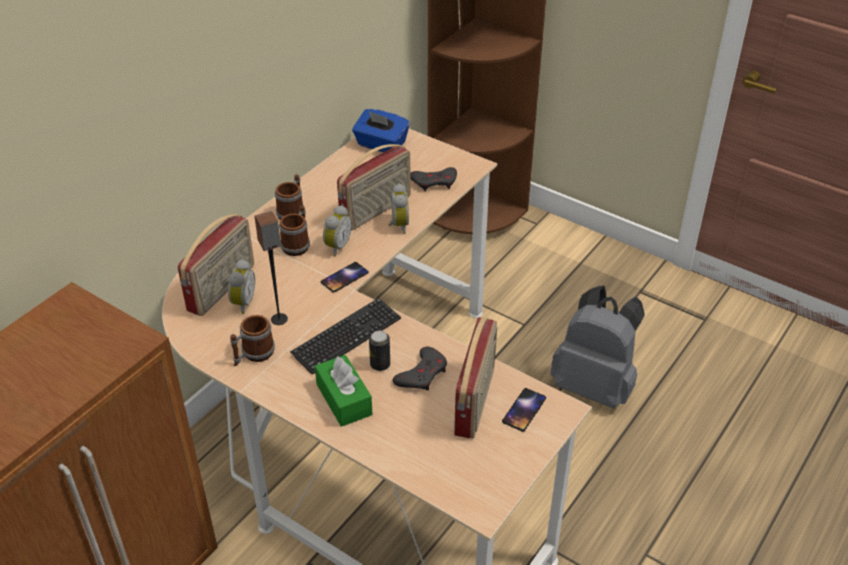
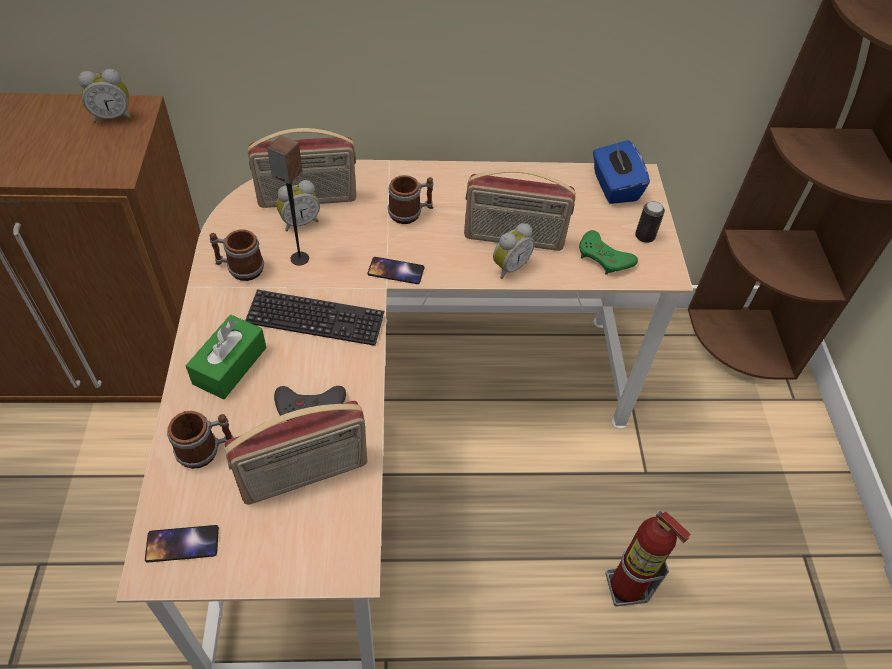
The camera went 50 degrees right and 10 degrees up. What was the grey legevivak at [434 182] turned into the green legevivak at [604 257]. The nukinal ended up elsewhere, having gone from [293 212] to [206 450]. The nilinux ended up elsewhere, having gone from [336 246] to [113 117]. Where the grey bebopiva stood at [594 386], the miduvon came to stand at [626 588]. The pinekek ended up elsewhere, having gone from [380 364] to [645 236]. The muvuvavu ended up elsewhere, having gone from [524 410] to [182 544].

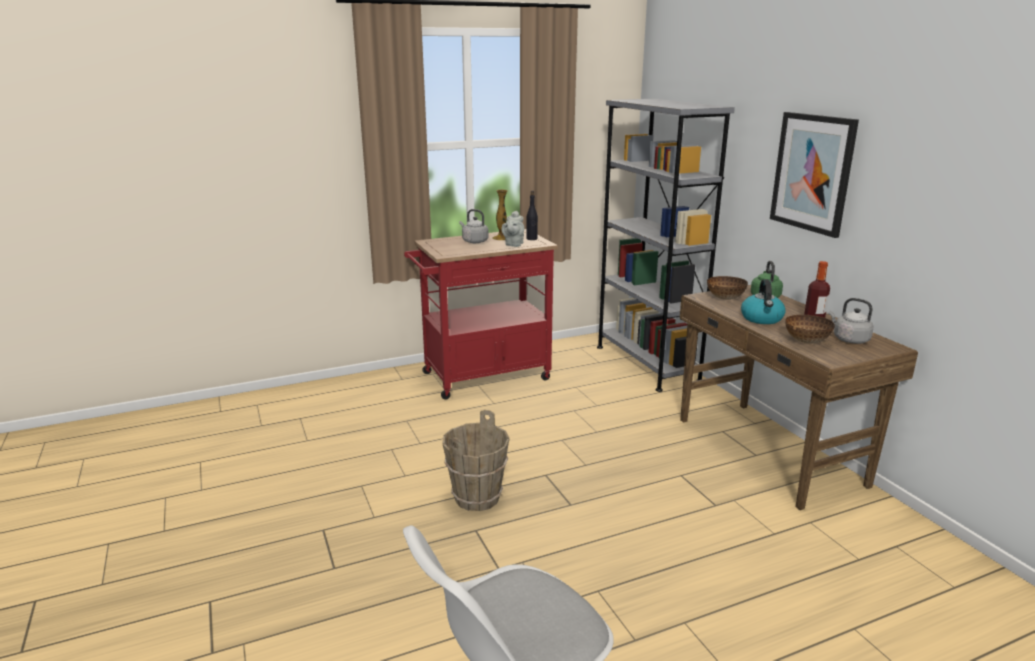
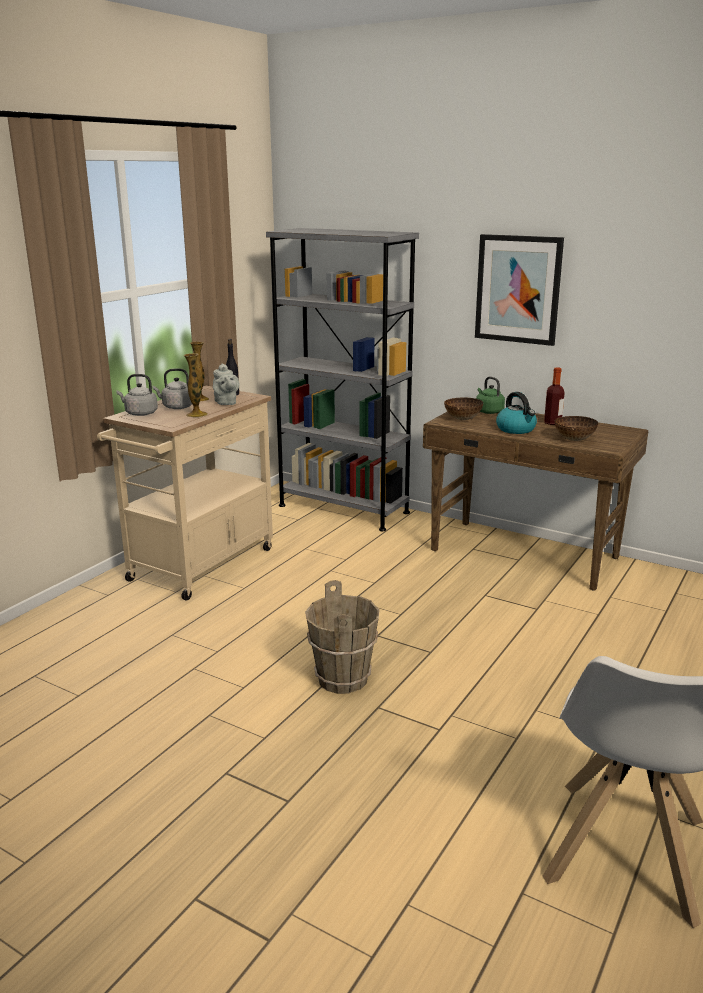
The camera went 35 degrees left and 0 degrees up. What was the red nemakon at [482 377] turned into the beige nemakon at [198 566]. The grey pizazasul ended up elsewhere, having gone from [849 339] to [139 413]. The second view gained the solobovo at [197 414].

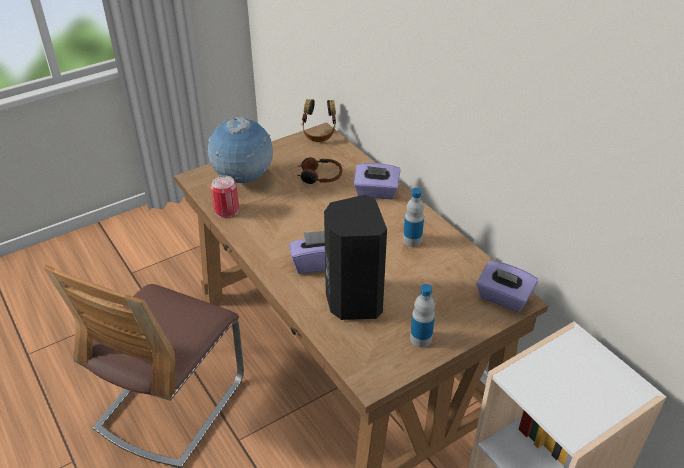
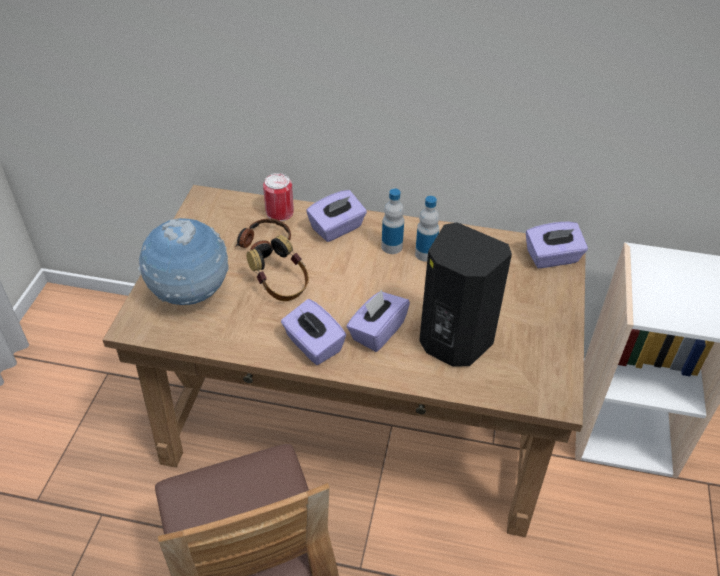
The camera went 45 degrees left and 5 degrees up. The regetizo ended up elsewhere, having gone from [319 133] to [282 286]. The pinekek ended up elsewhere, having gone from [226 210] to [279 212]. The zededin ended up elsewhere, having gone from [420 339] to [392 246]. The second view gained the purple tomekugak at [313 345].

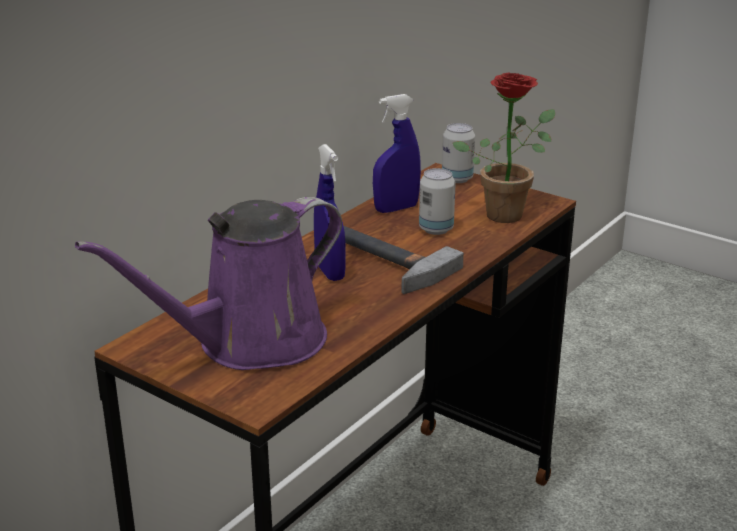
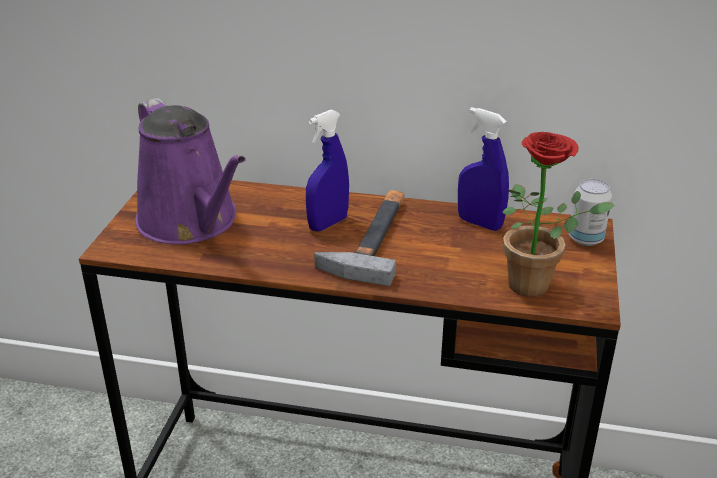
The camera went 65 degrees right and 5 degrees up. The second view lost the pinekek at [436 229]. The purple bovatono at [251 343] ended up facing another way, 150 degrees counterclockwise from before.

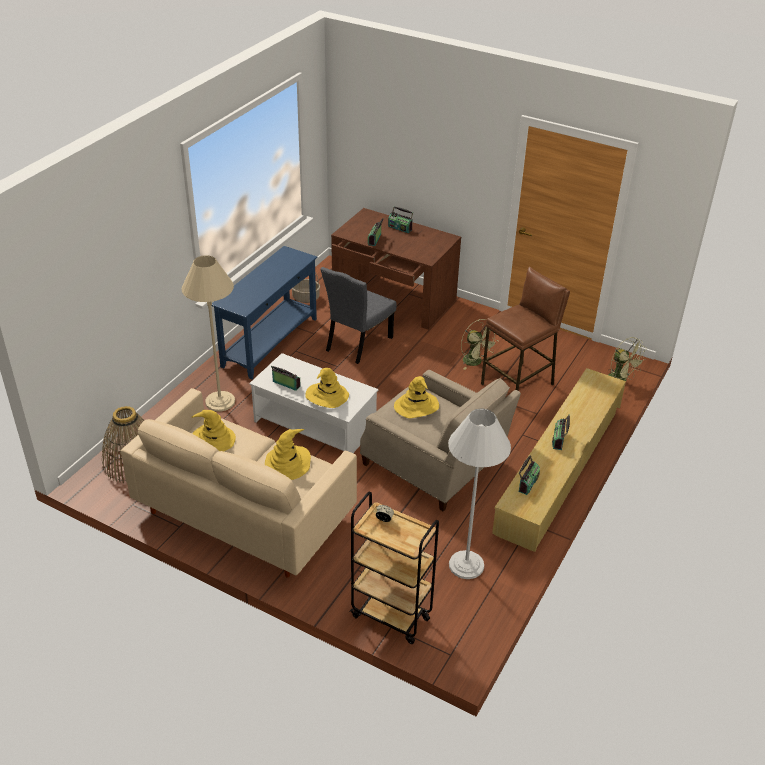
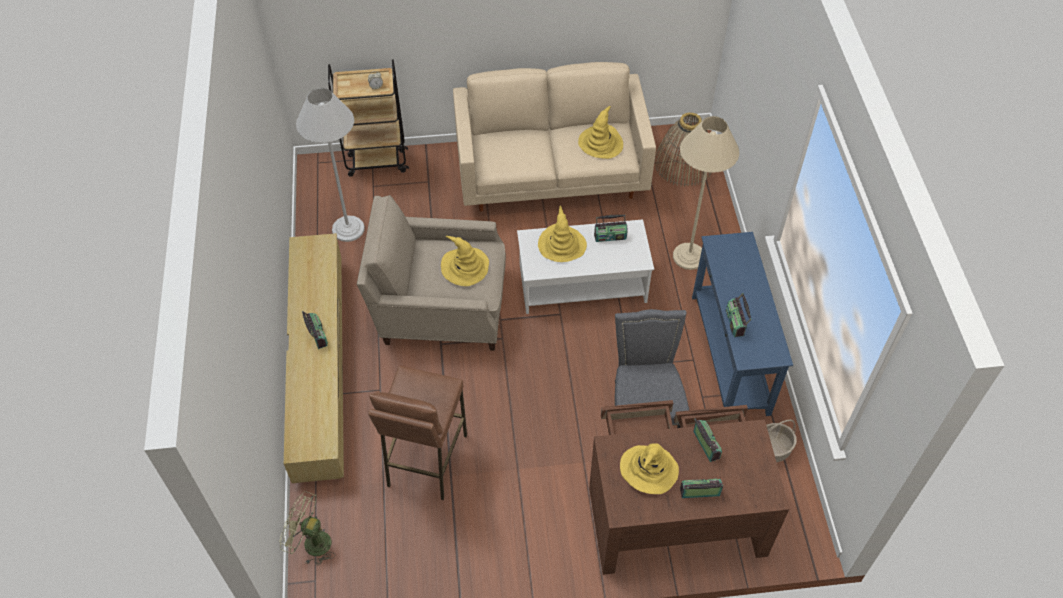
The camera went 145 degrees right and 15 degrees up. The second view lost the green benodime at [475 362]. The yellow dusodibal ended up elsewhere, having gone from [288 463] to [648 470]. The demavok ended up elsewhere, having gone from [527 483] to [736 322].

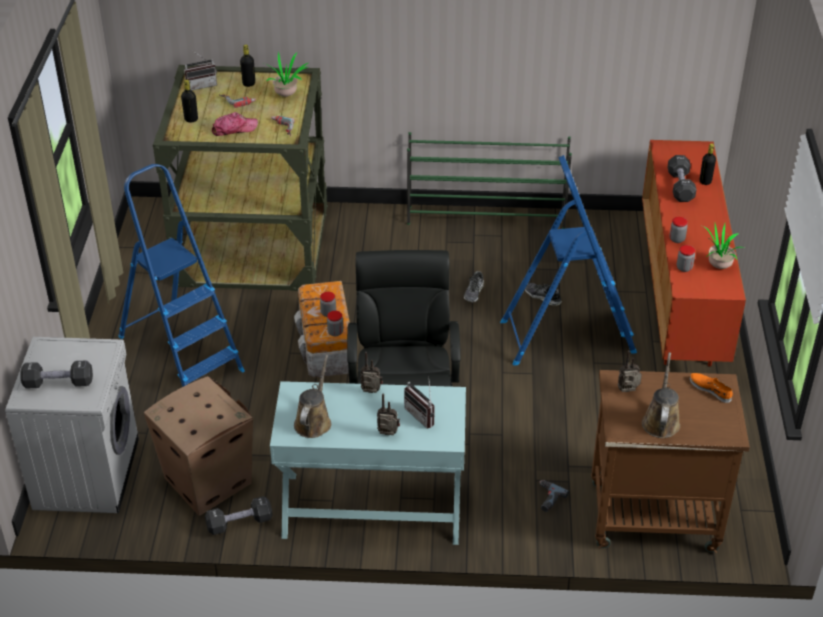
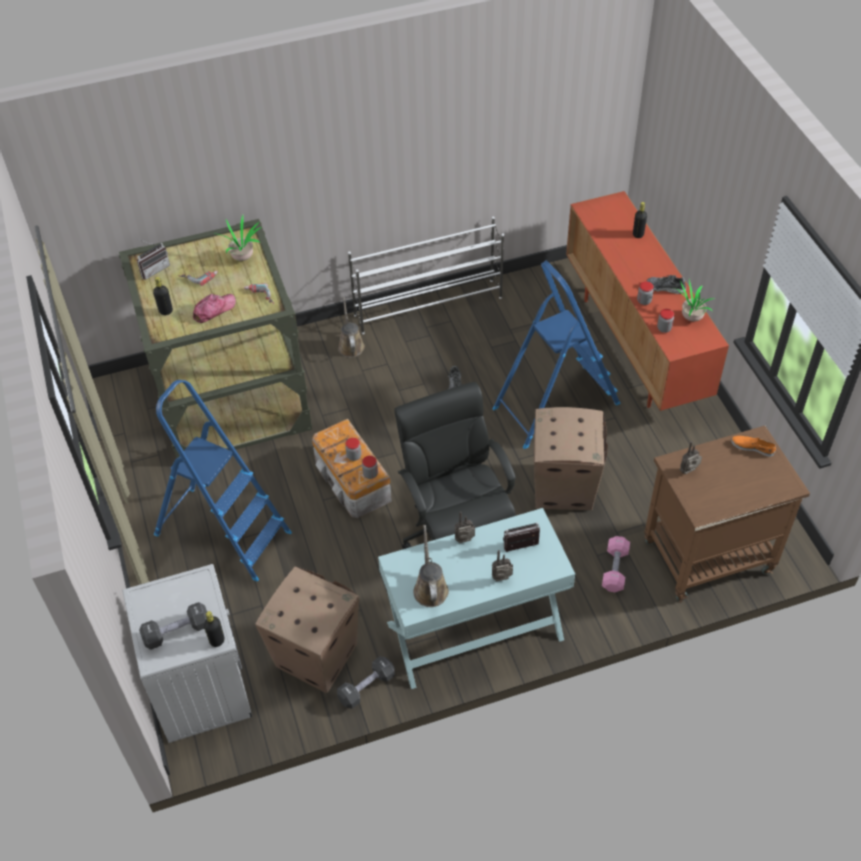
The camera went 20 degrees left and 10 degrees up. The black zededin ended up elsewhere, having gone from [249 83] to [217 640]. What was the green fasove at [486 218] turned into the white fasove at [429 306]. The second view lost the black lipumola at [680 187]. The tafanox ended up elsewhere, having gone from [542 297] to [665 288]. The brown bovatono ended up elsewhere, having gone from [661 421] to [350 345]. The demavok at [423 415] ended up facing another way, 135 degrees clockwise from before. Where the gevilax stood at [547 498], the pink lipumola came to stand at [615 569]. The second view gained the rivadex at [564 486].

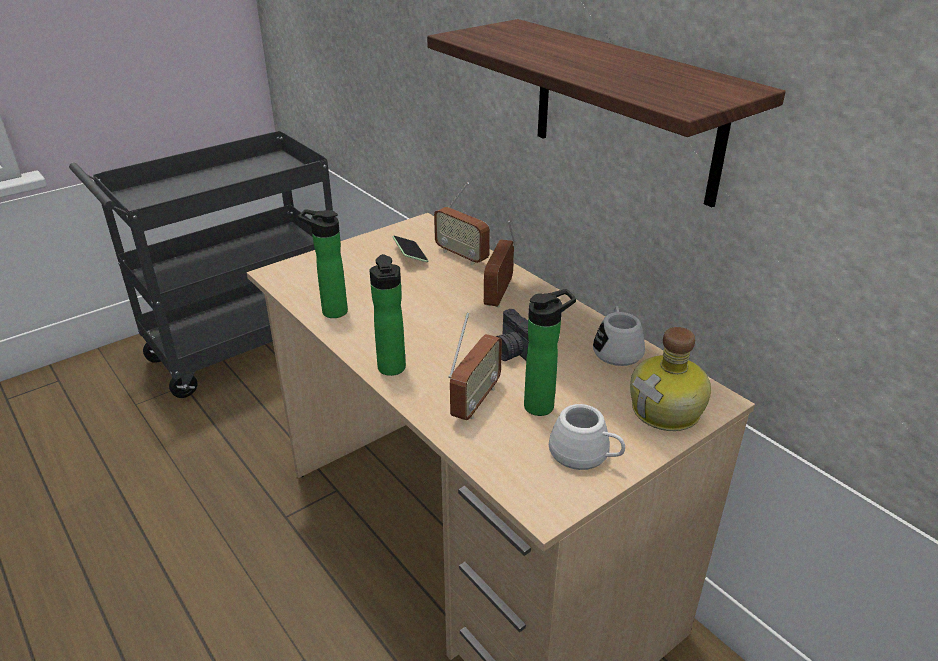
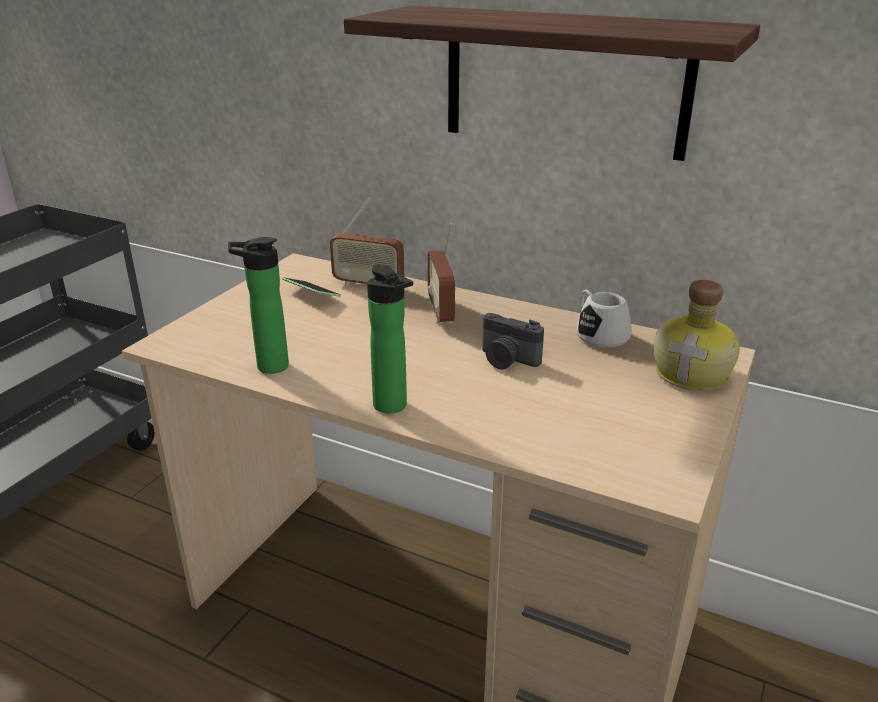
The camera went 25 degrees left and 5 degrees down. The second view lost the zededin at [543 405]. The second view lost the demavok at [475 401]. The second view lost the white nukinal at [586 455].

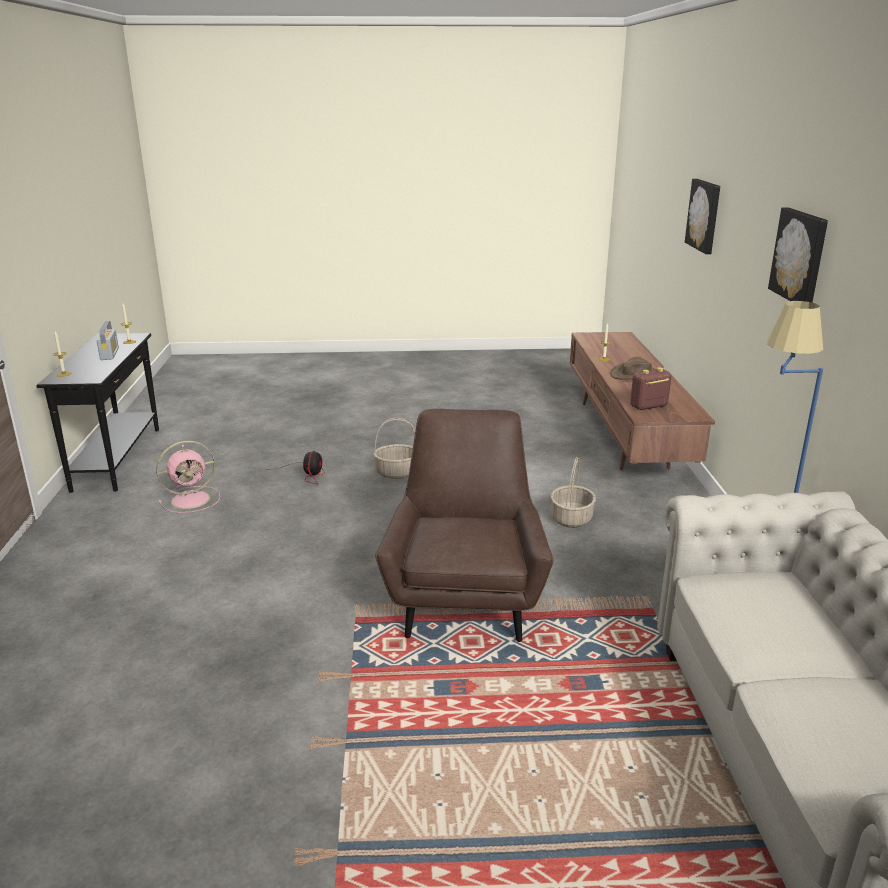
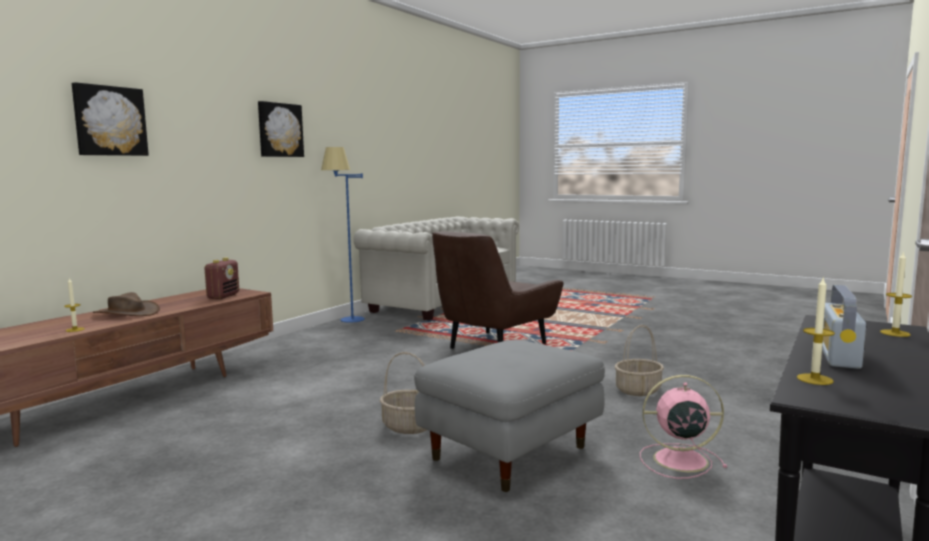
The camera went 145 degrees left and 15 degrees down. The demavok at [648 406] ended up facing another way, 90 degrees counterclockwise from before. Where the benodime stood at [307 474], the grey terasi came to stand at [511 453]. The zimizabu ended up elsewhere, having gone from [571 518] to [638 390].

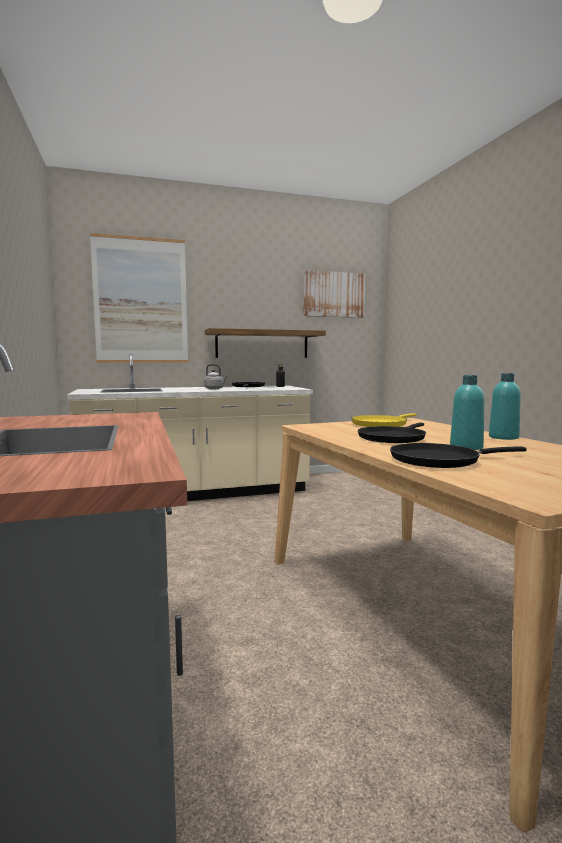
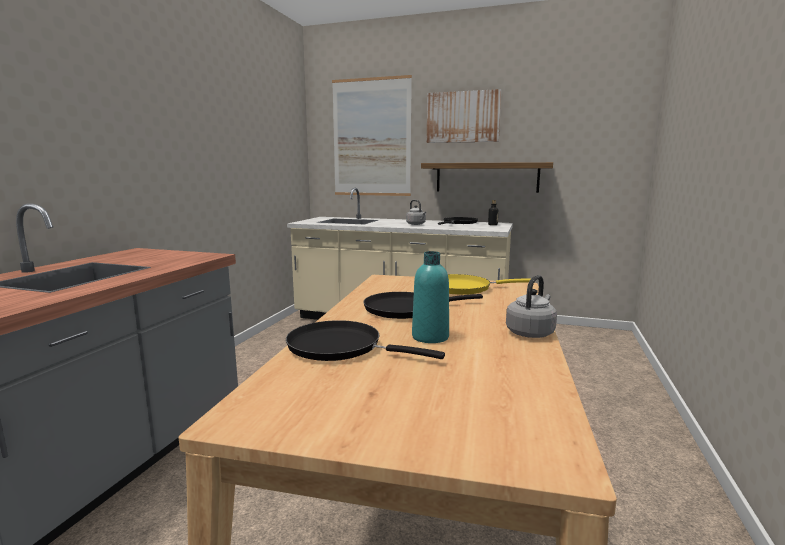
The camera went 35 degrees right and 5 degrees up. The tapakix ended up elsewhere, having gone from [334 294] to [463 117]. Where the turquoise zededin stood at [503 437], the grey pizazasul came to stand at [531 332].

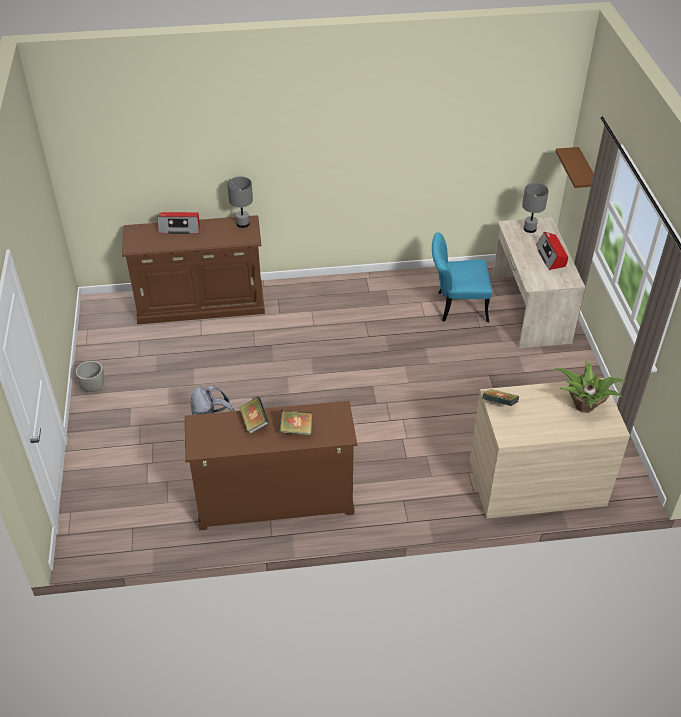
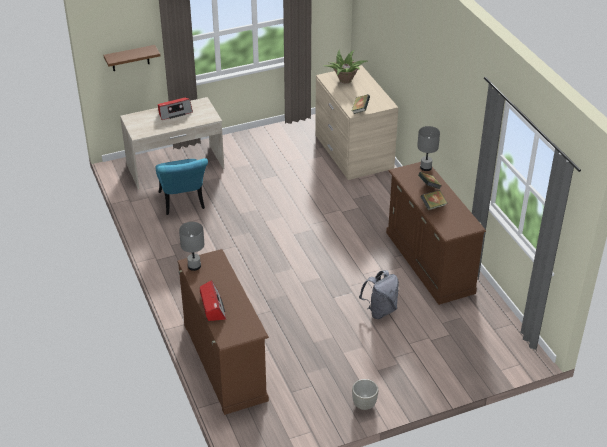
The camera went 105 degrees left and 5 degrees down. The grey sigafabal ended up elsewhere, having gone from [529 229] to [426 167].

